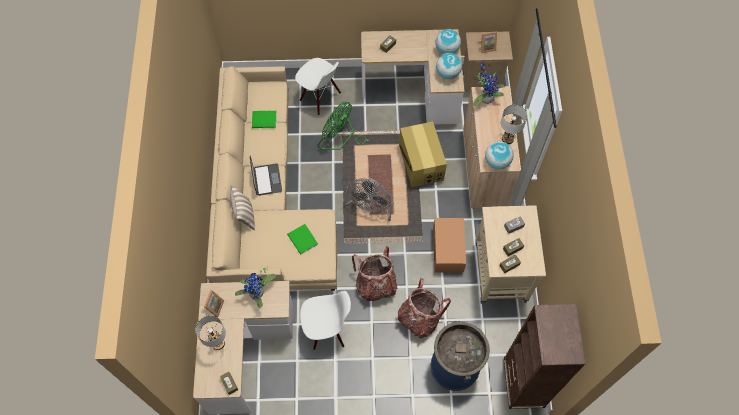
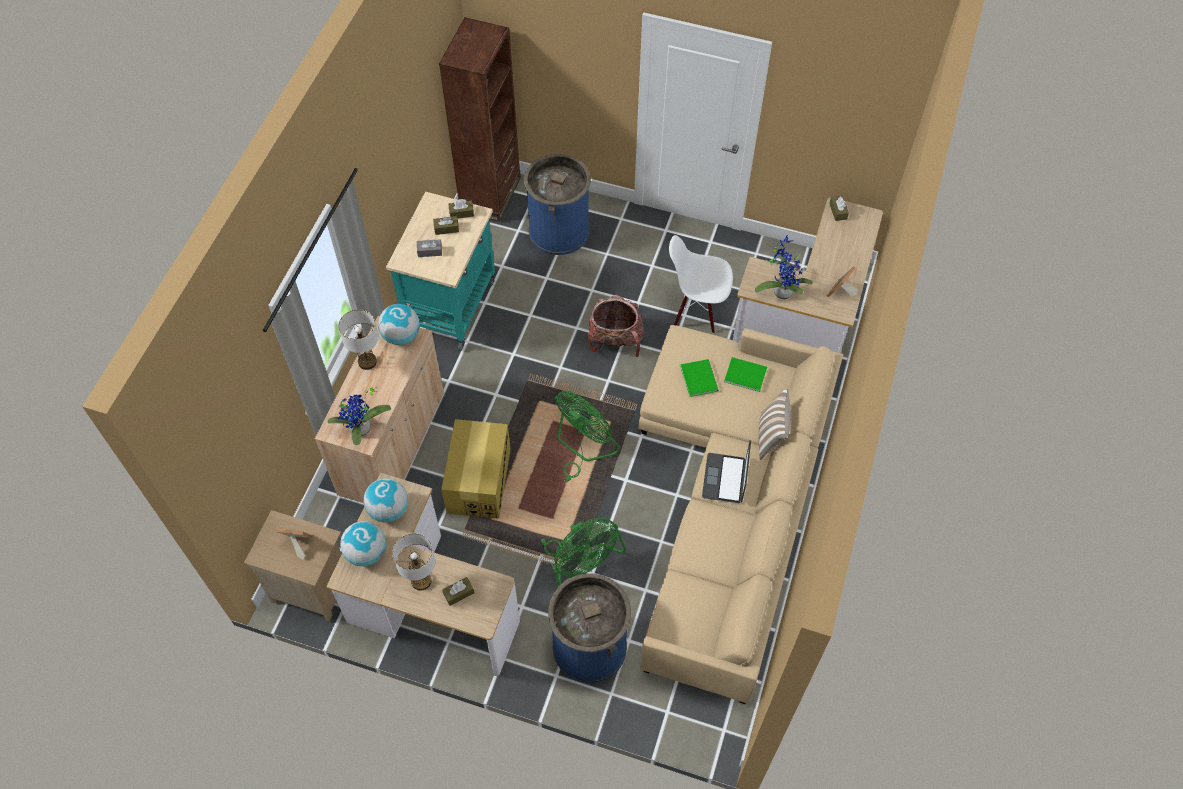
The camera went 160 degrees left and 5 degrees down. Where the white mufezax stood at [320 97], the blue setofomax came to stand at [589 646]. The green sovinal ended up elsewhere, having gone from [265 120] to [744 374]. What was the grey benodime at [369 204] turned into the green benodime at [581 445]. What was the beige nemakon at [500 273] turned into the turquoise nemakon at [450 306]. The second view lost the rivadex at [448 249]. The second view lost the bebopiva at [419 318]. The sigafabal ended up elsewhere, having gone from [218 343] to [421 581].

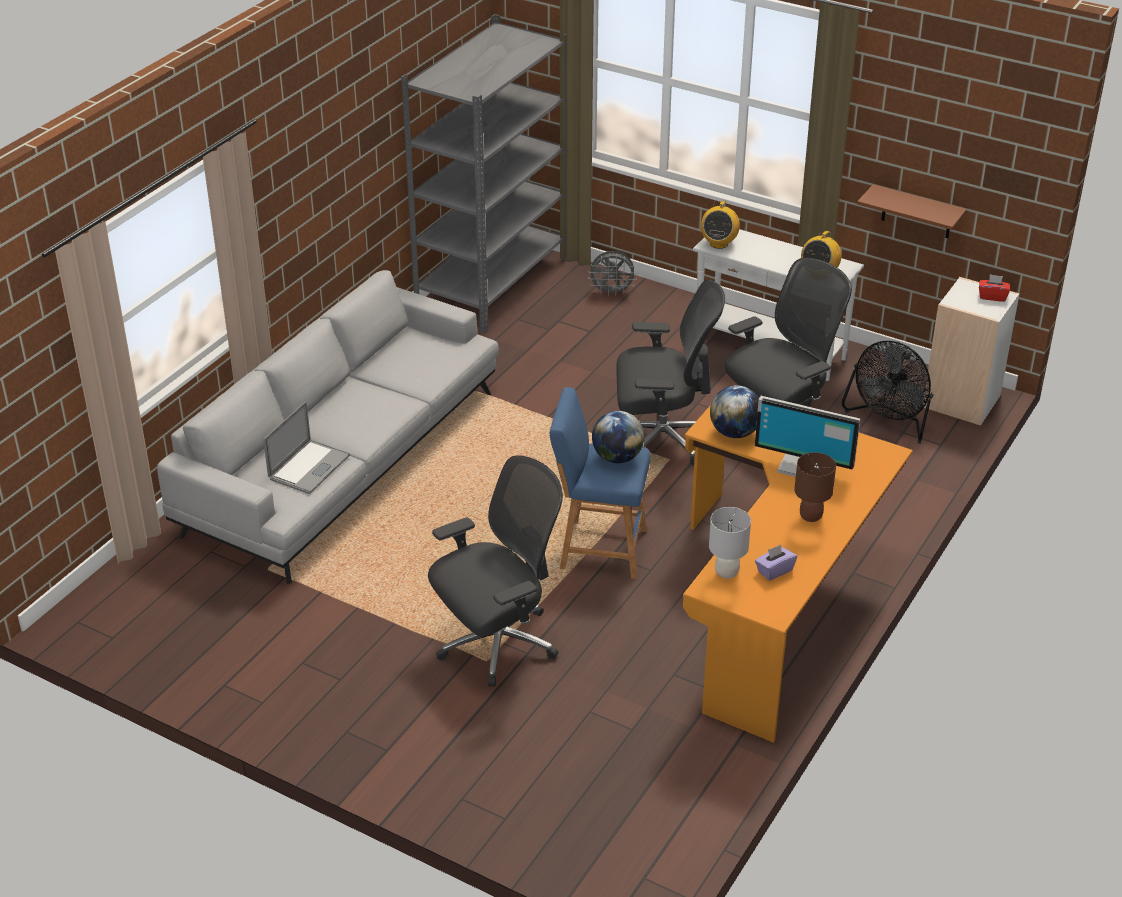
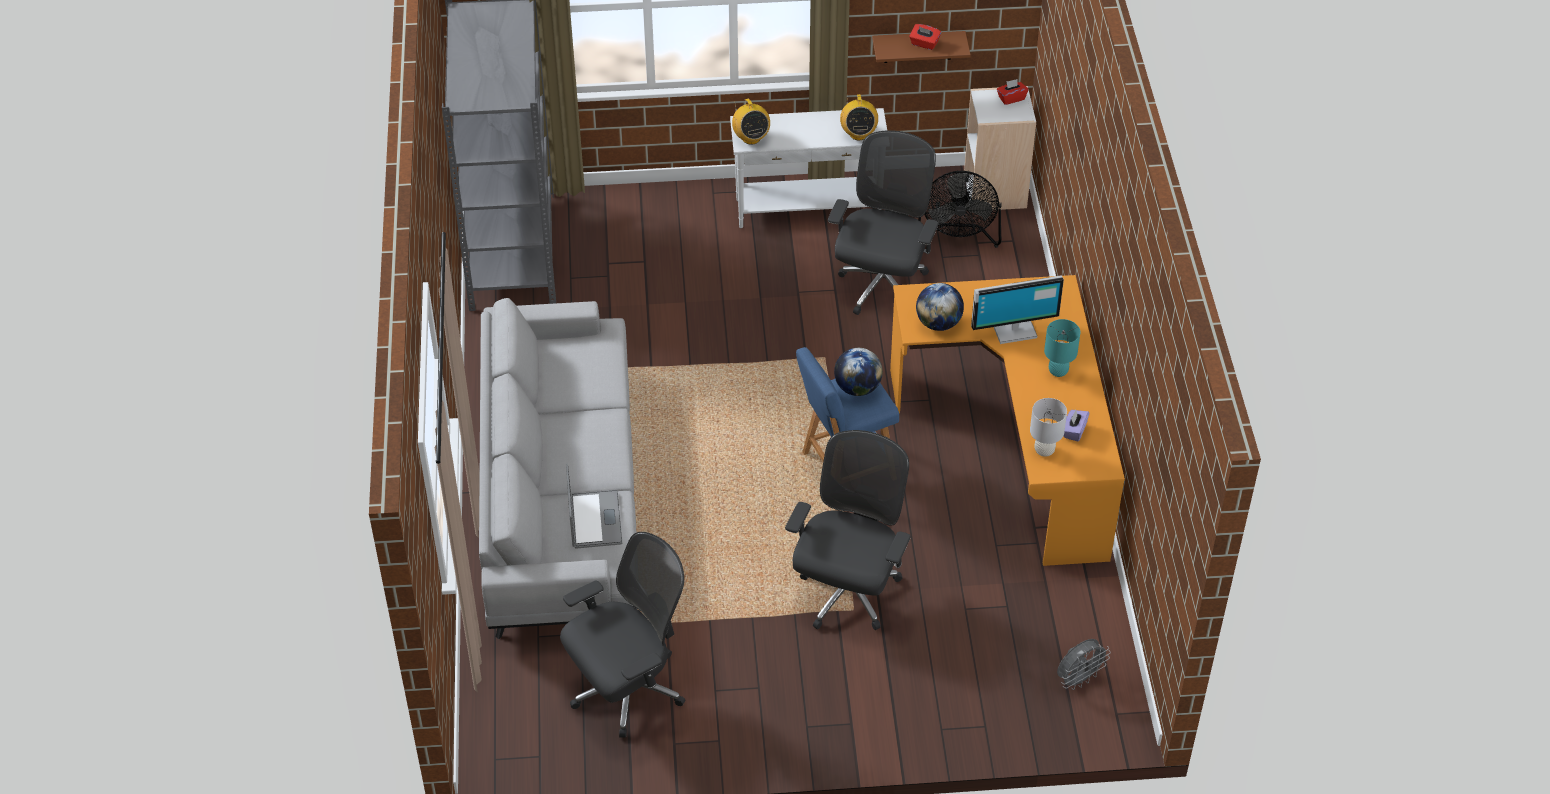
The camera went 35 degrees left and 10 degrees up. The grey benodime ended up elsewhere, having gone from [612 292] to [1078 679]. The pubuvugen ended up elsewhere, having gone from [660 441] to [628 692]. What was the brown sigafabal at [809 517] turned into the turquoise sigafabal at [1057 372]. The second view gained the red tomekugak at [924 44].

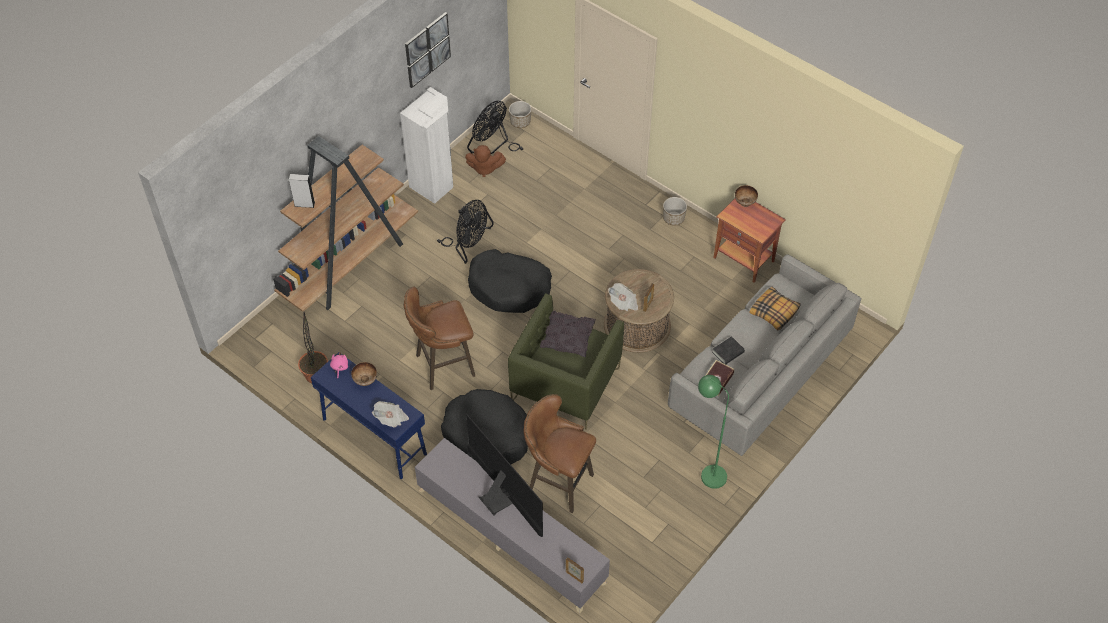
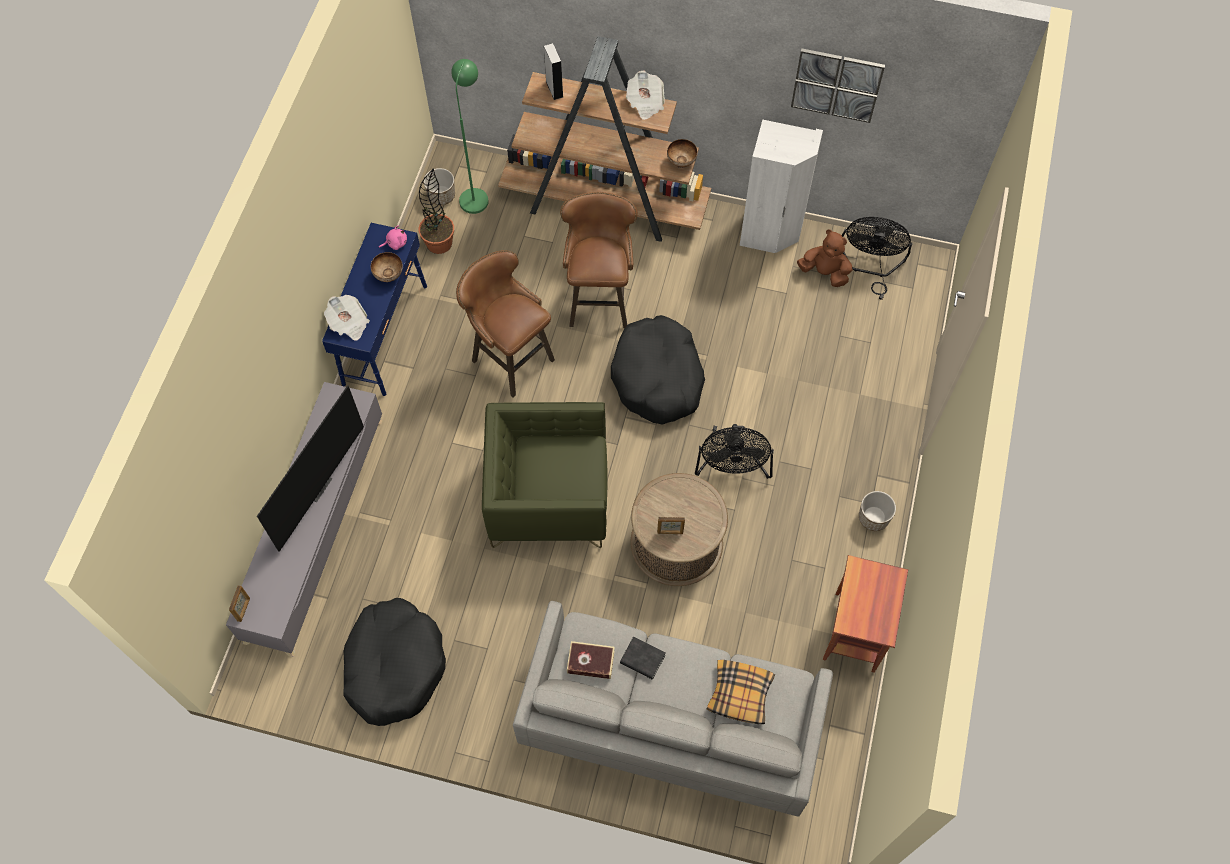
The camera went 65 degrees right and 10 degrees up. The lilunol ended up elsewhere, having gone from [520 122] to [441 195]. The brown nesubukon at [484 168] ended up facing another way, 135 degrees clockwise from before. The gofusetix ended up elsewhere, having gone from [745 202] to [681 162]. The black benodime ended up elsewhere, having gone from [467 243] to [730 462]. The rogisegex ended up elsewhere, having gone from [623 303] to [645 103]. The second view lost the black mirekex at [567 338]. The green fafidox ended up elsewhere, having gone from [707 473] to [476 194]. The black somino ended up elsewhere, having gone from [487 434] to [394 665]. The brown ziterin ended up elsewhere, having gone from [557 482] to [599 299].

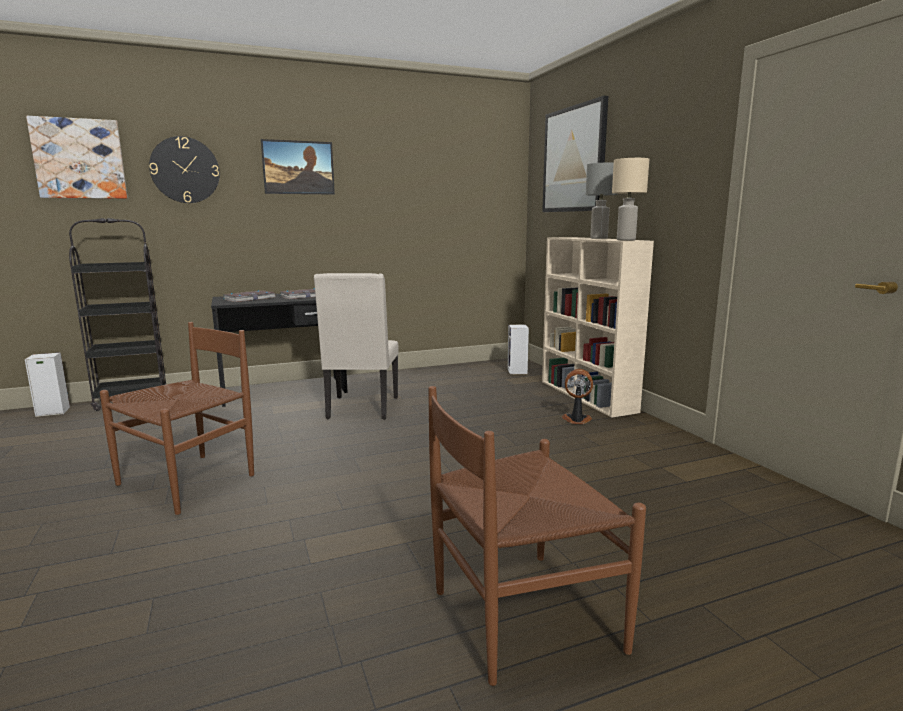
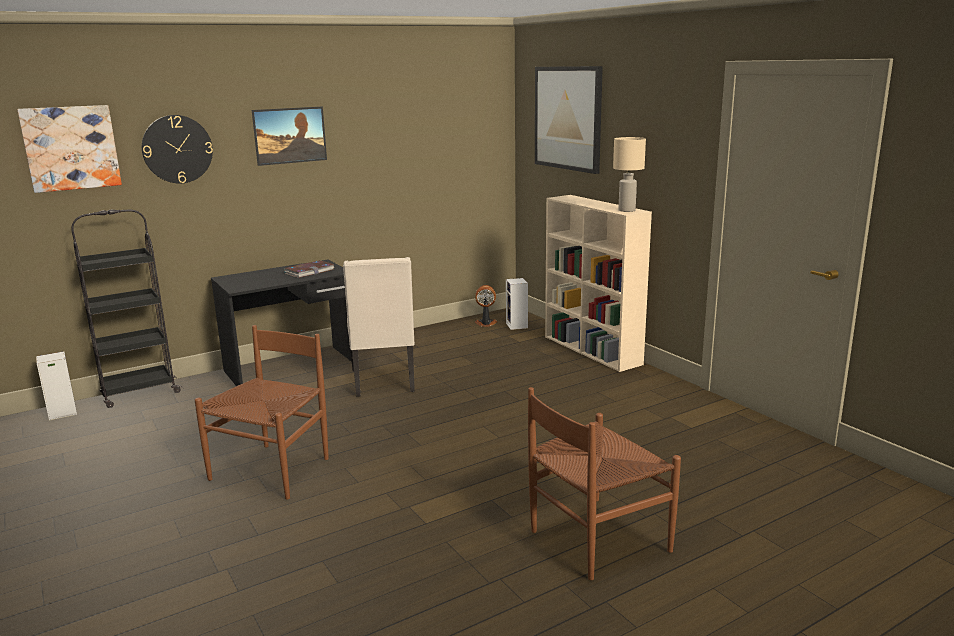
The camera went 10 degrees left and 5 degrees up. The second view lost the grey sigafabal at [599 238]. The second view lost the sovinal at [250 298]. The benodime ended up elsewhere, having gone from [576 420] to [486 323].

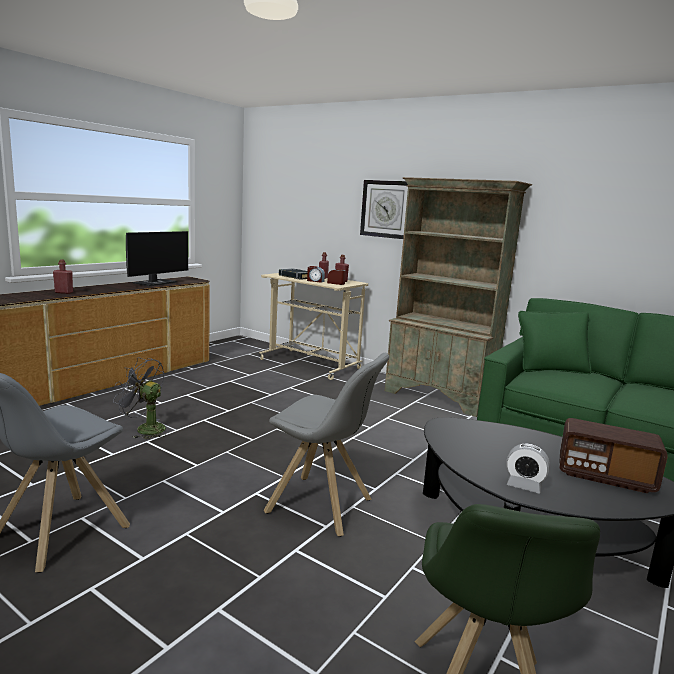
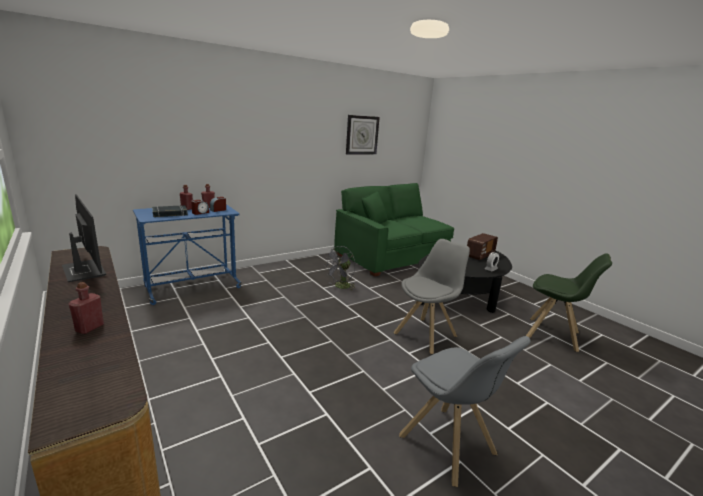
The camera went 70 degrees left and 5 degrees up. The second view lost the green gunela at [439 396]. The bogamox ended up elsewhere, having gone from [386 209] to [362 135]. What was the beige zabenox at [310 364] turned into the blue zabenox at [193 287]. The grey benodime ended up elsewhere, having gone from [145 429] to [340 287].

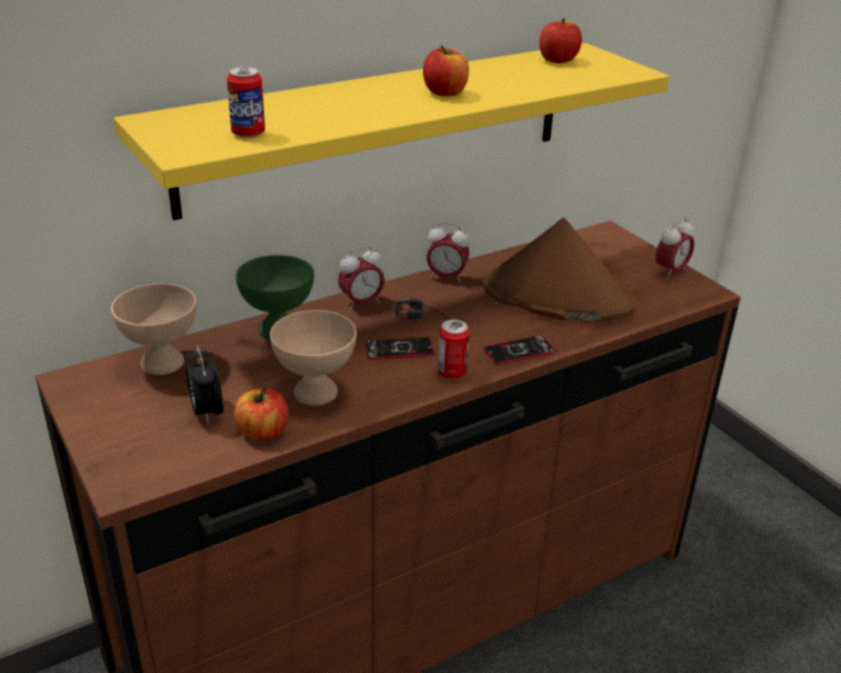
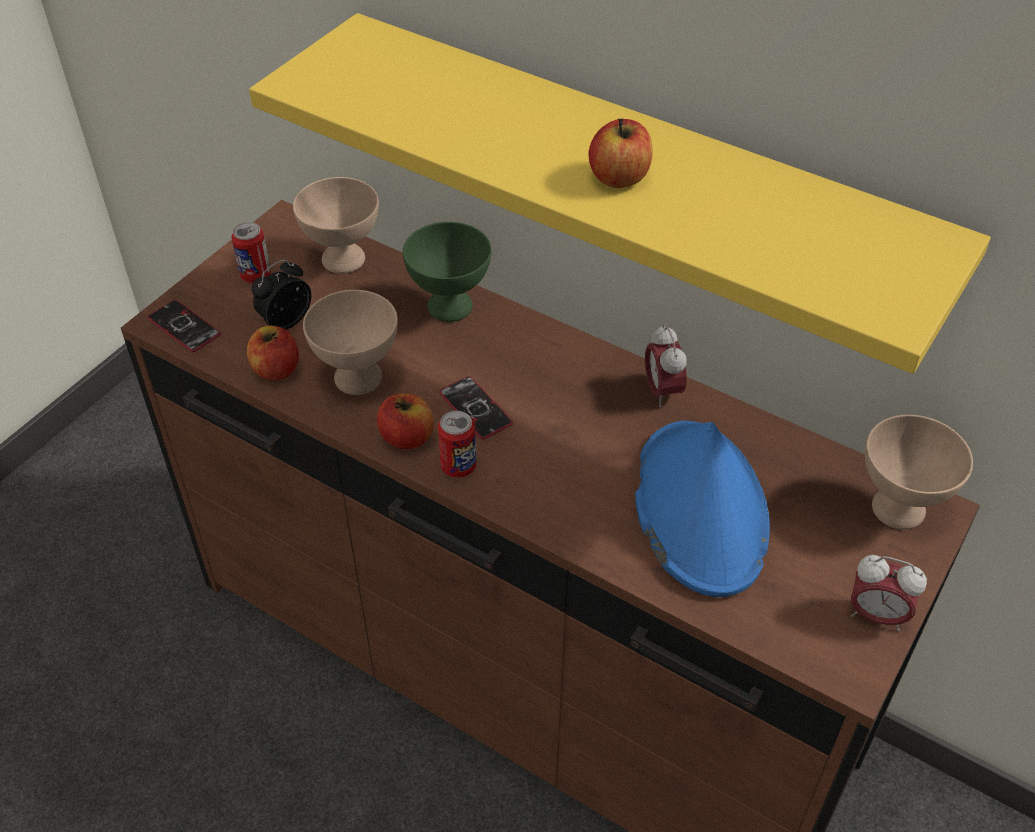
The camera went 65 degrees right and 15 degrees up. The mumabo ended up elsewhere, having gone from [558 60] to [407 437]. The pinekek ended up elsewhere, having gone from [248 134] to [256 275]. What was the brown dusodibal at [556 296] turned into the blue dusodibal at [699 507]. The second view lost the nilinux at [361 303]. The second view lost the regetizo at [434 316]. The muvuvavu ended up elsewhere, having gone from [519 351] to [184 327]. The second view gained the beige gofusetix at [899 510].

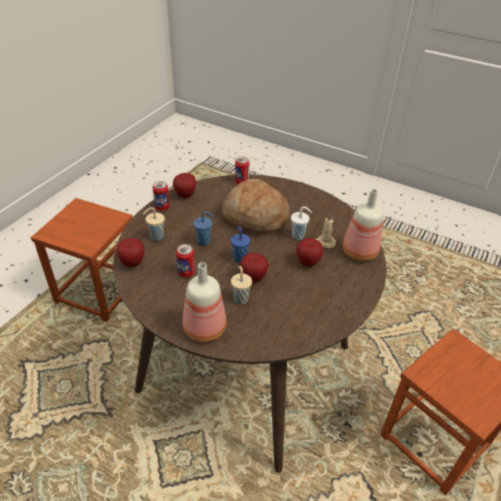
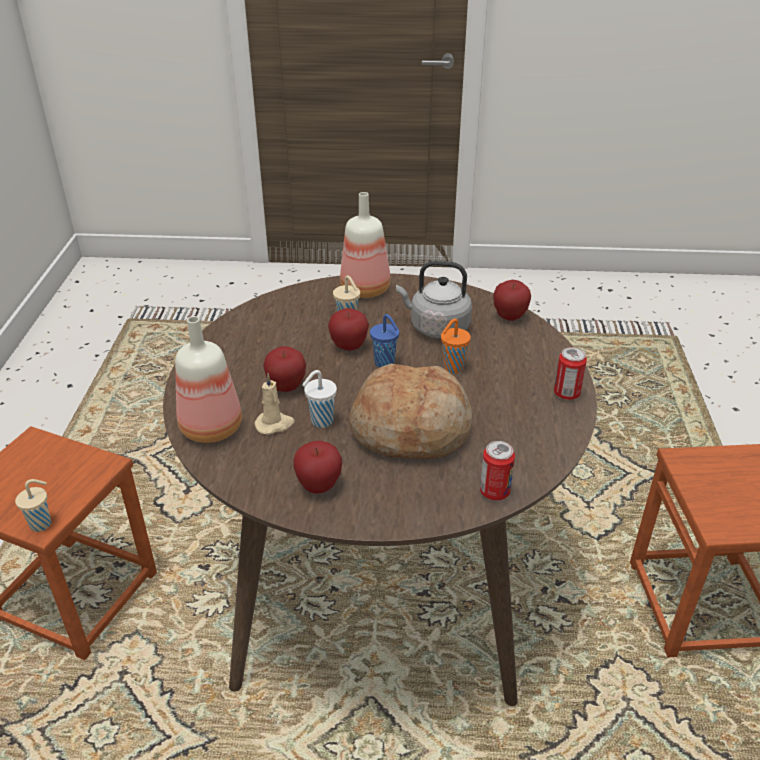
The camera went 155 degrees right and 5 degrees down. The mumabo ended up elsewhere, having gone from [185 195] to [319 486]. The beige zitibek ended up elsewhere, having gone from [156 237] to [42 524]. What was the blue zitibek at [204 241] turned into the orange zitibek at [452 368]. Where the pinekek stood at [186 273], the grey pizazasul came to stand at [436 327].

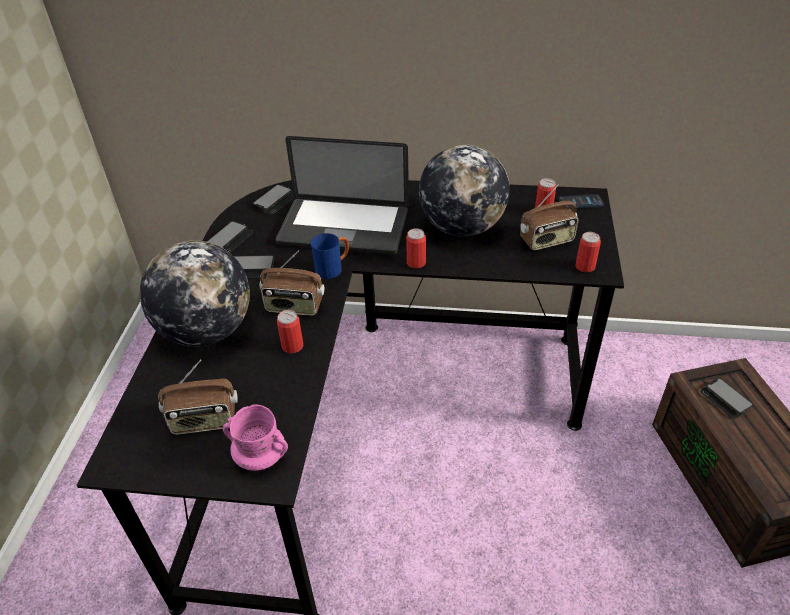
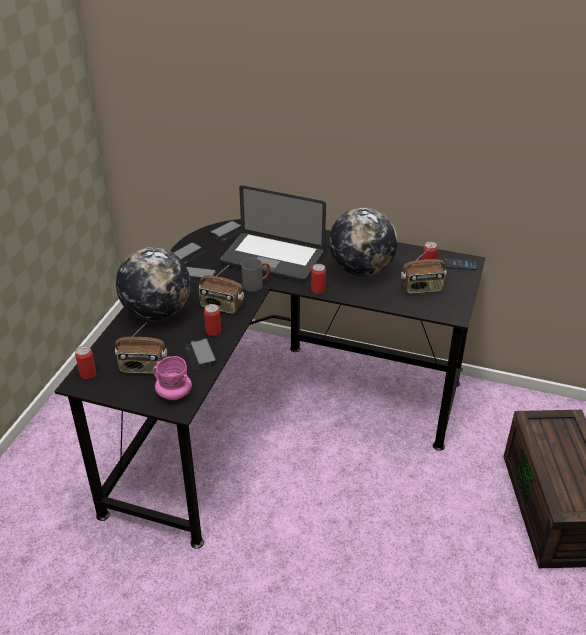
The camera went 10 degrees right and 5 degrees down. The pinekek ended up elsewhere, having gone from [585 266] to [88 374]. What was the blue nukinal at [333 268] turned into the grey nukinal at [256 285]. The muvuvavu ended up elsewhere, having gone from [725 399] to [200 354].

